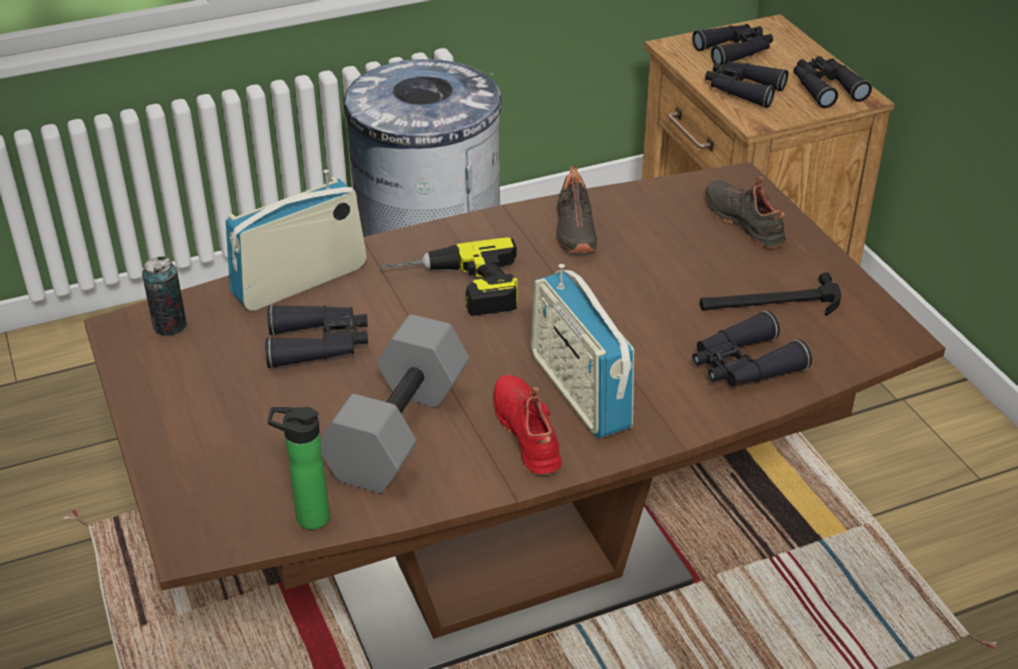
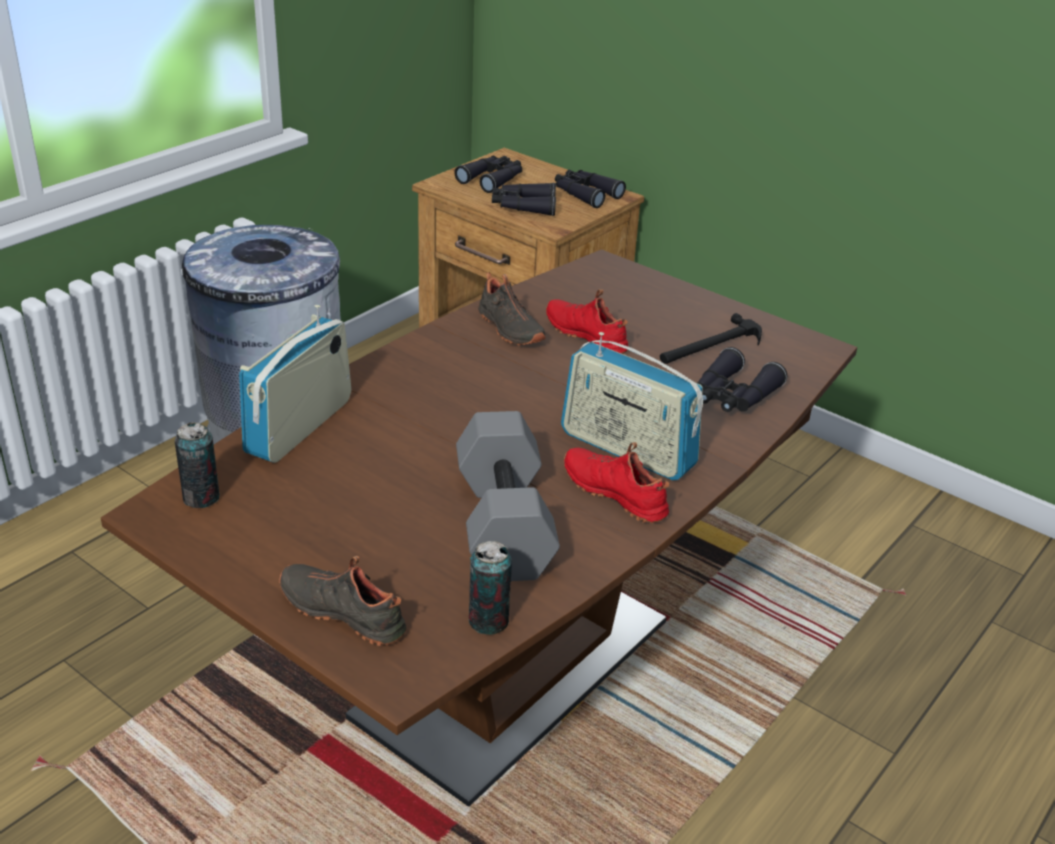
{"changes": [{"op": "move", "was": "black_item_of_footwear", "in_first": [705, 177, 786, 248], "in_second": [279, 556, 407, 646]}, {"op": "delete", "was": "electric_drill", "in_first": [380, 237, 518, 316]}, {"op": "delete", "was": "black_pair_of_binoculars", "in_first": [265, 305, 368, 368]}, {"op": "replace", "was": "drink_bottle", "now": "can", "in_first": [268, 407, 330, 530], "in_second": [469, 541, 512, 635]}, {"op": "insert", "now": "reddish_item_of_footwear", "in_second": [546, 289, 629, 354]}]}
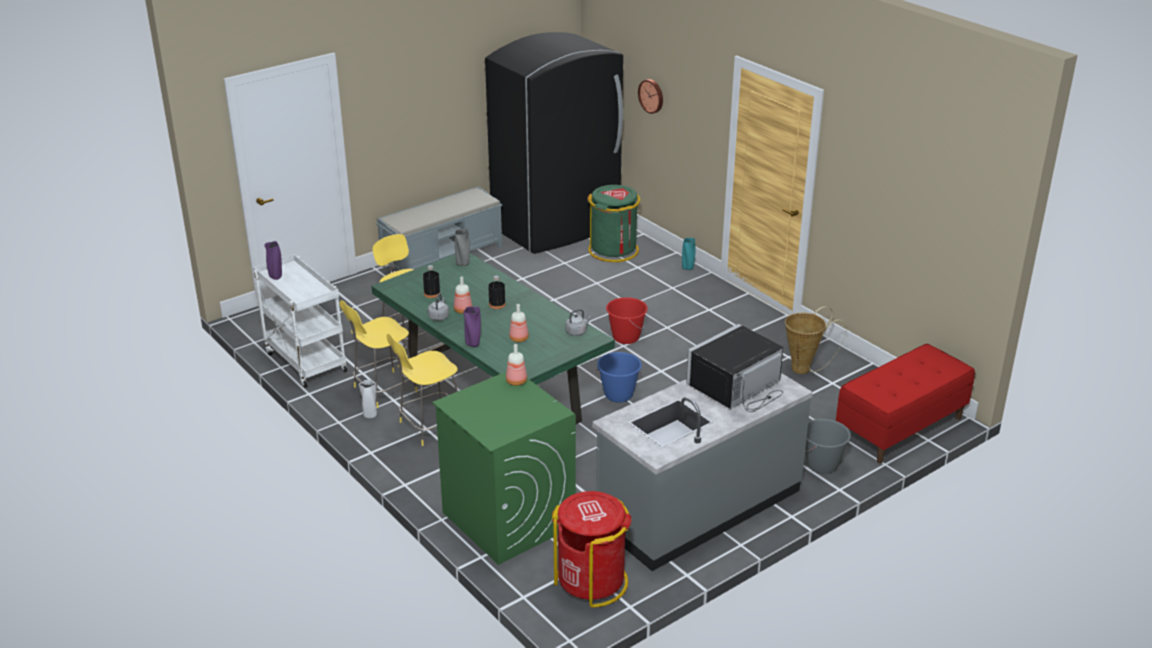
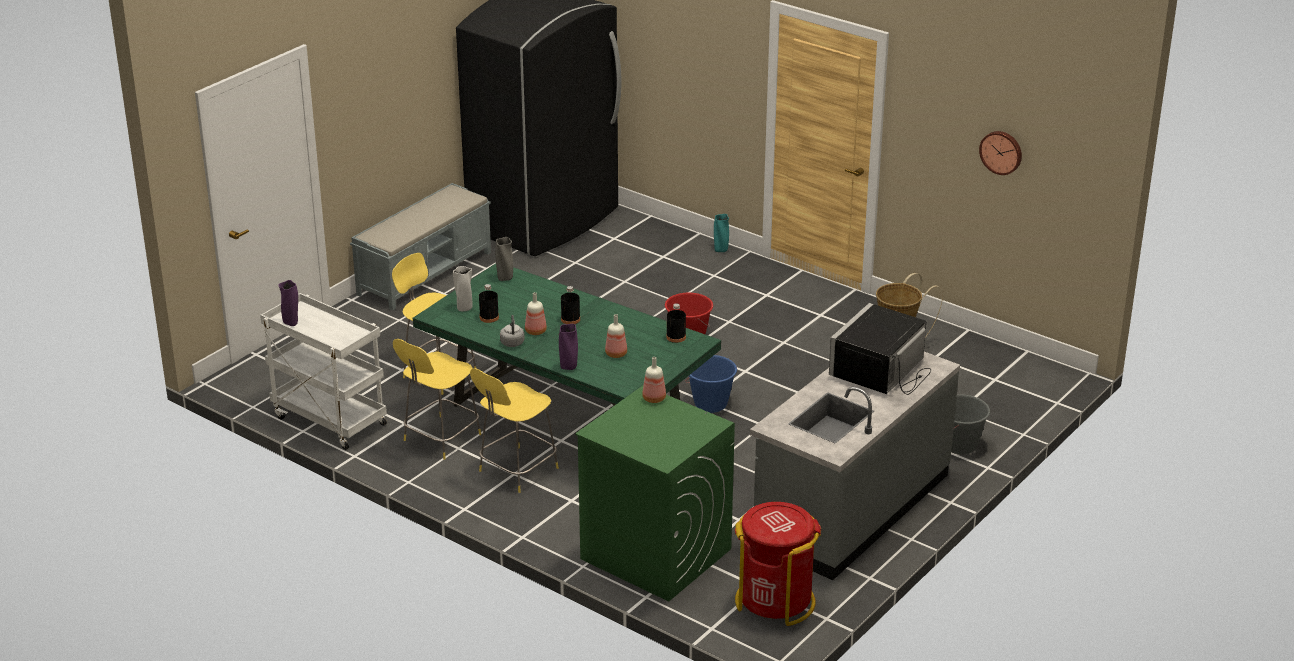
{"changes": [{"op": "move", "was": "clock_on_the_wall", "in_first": [638, 79, 663, 114], "in_second": [979, 131, 1022, 175]}, {"op": "delete", "was": "green_rubbish_bin", "in_first": [587, 185, 640, 262]}, {"op": "replace", "was": "gray_tea_kettle", "now": "black_drink_bottle", "in_first": [565, 309, 591, 336], "in_second": [666, 303, 686, 343]}, {"op": "delete", "was": "reddish_indoor_bench", "in_first": [836, 344, 975, 463]}, {"op": "move", "was": "whitish_flower_vase", "in_first": [359, 379, 377, 418], "in_second": [453, 266, 473, 311]}]}
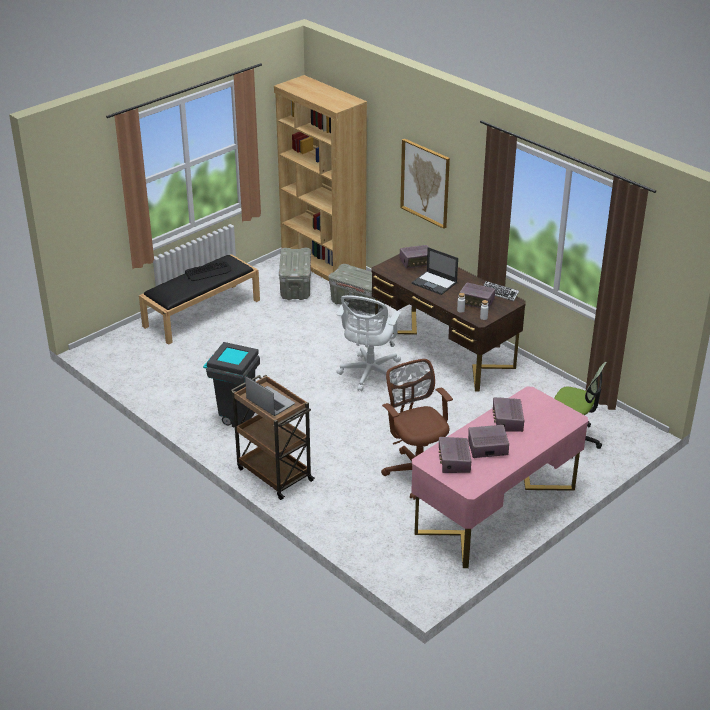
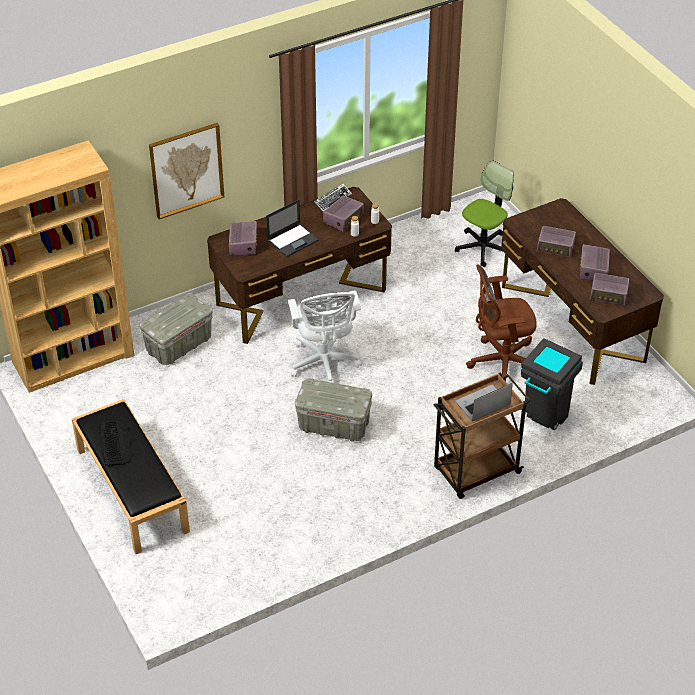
{"changes": [{"op": "move", "was": "gray_storage_bin", "in_first": [279, 248, 311, 300], "in_second": [295, 378, 372, 442]}, {"op": "rotate", "was": "whitish_office_chair", "in_first": [336, 295, 401, 391], "in_second": [288, 291, 362, 383], "clockwise": 45}, {"op": "move", "was": "gray_rubbish_bin", "in_first": [203, 342, 260, 428], "in_second": [521, 338, 583, 430]}, {"op": "recolor", "was": "pink-coloured_desk", "now": "brown-coloured_desk", "in_first": [412, 387, 588, 568], "in_second": [501, 198, 664, 385]}]}
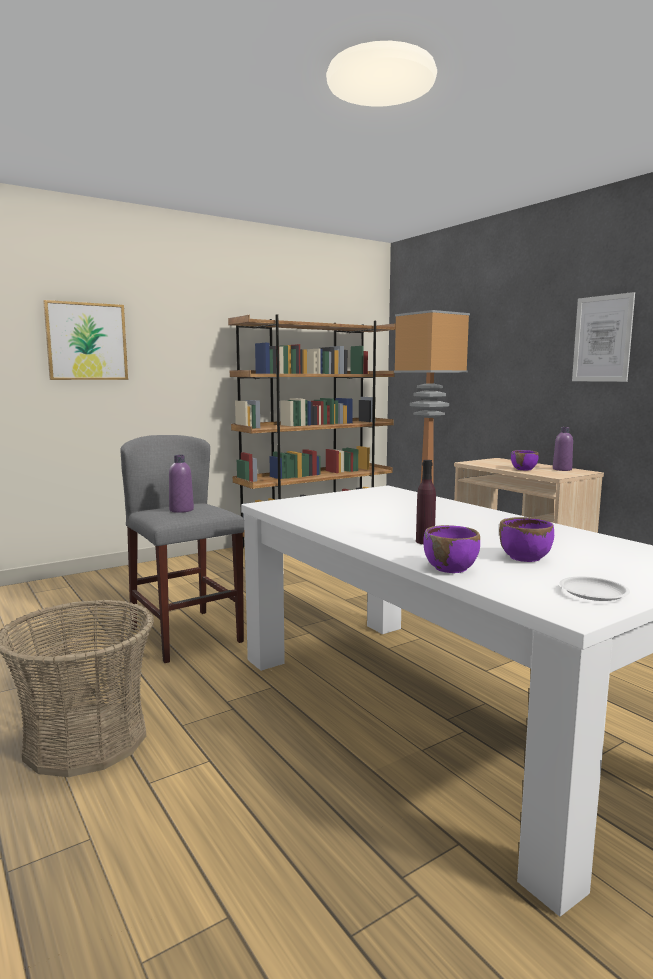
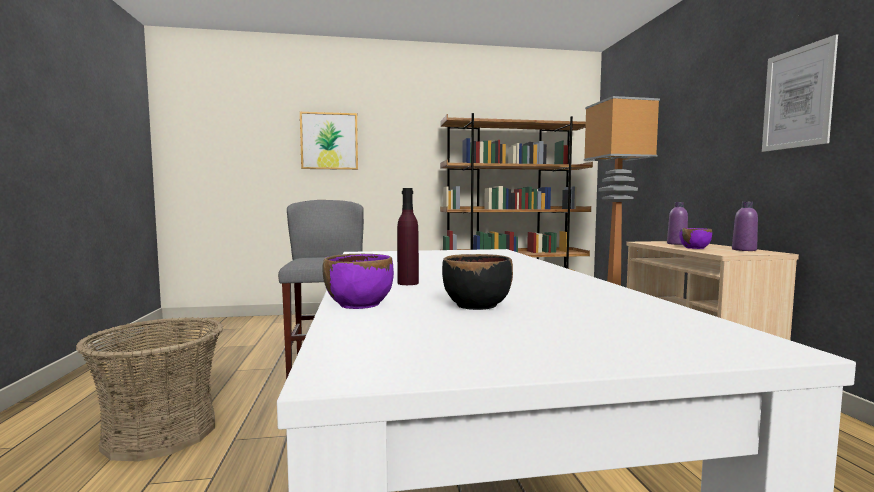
{"changes": [{"op": "move", "was": "purple_drink_bottle", "in_first": [169, 455, 194, 513], "in_second": [667, 202, 688, 245]}, {"op": "recolor", "was": "purple_bowl", "now": "black_bowl", "in_first": [499, 517, 554, 562], "in_second": [442, 254, 513, 310]}, {"op": "delete", "was": "whitish_dinner_plate", "in_first": [560, 577, 630, 601]}]}
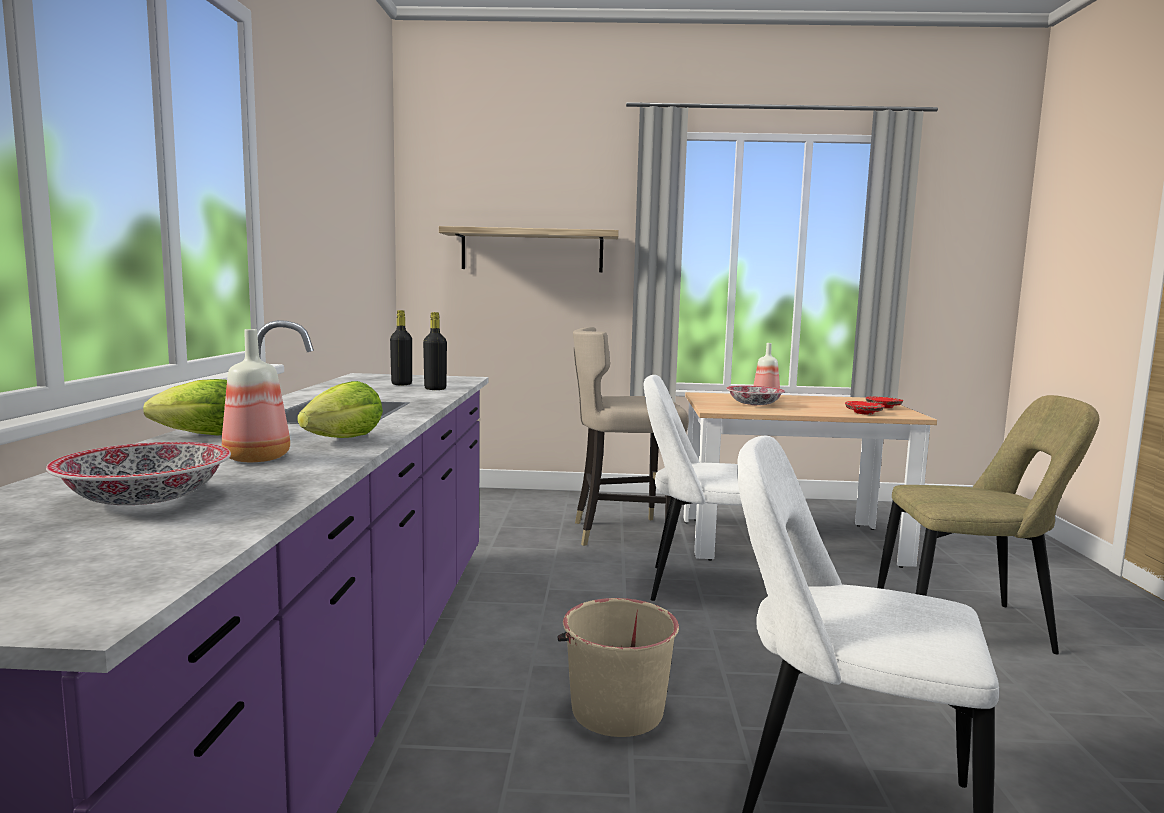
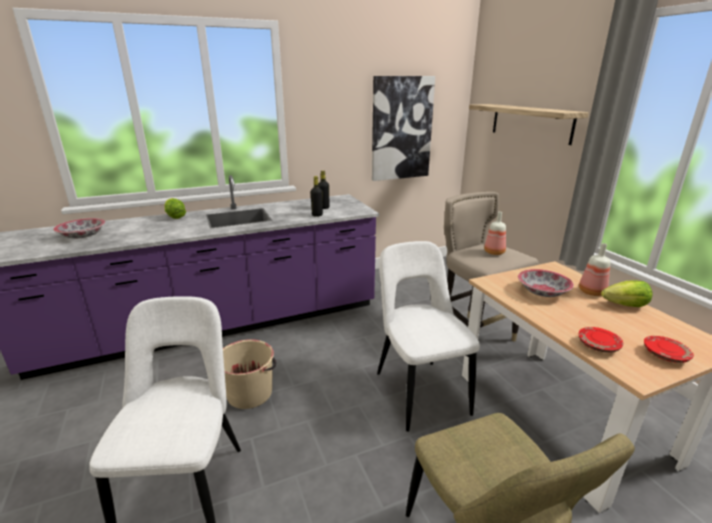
{"changes": [{"op": "move", "was": "drink_bottle", "in_first": [222, 329, 290, 462], "in_second": [484, 212, 506, 255]}, {"op": "move", "was": "lettuce_head", "in_first": [298, 381, 383, 438], "in_second": [601, 280, 652, 307]}, {"op": "insert", "now": "wall_picture", "in_second": [372, 76, 435, 181]}]}
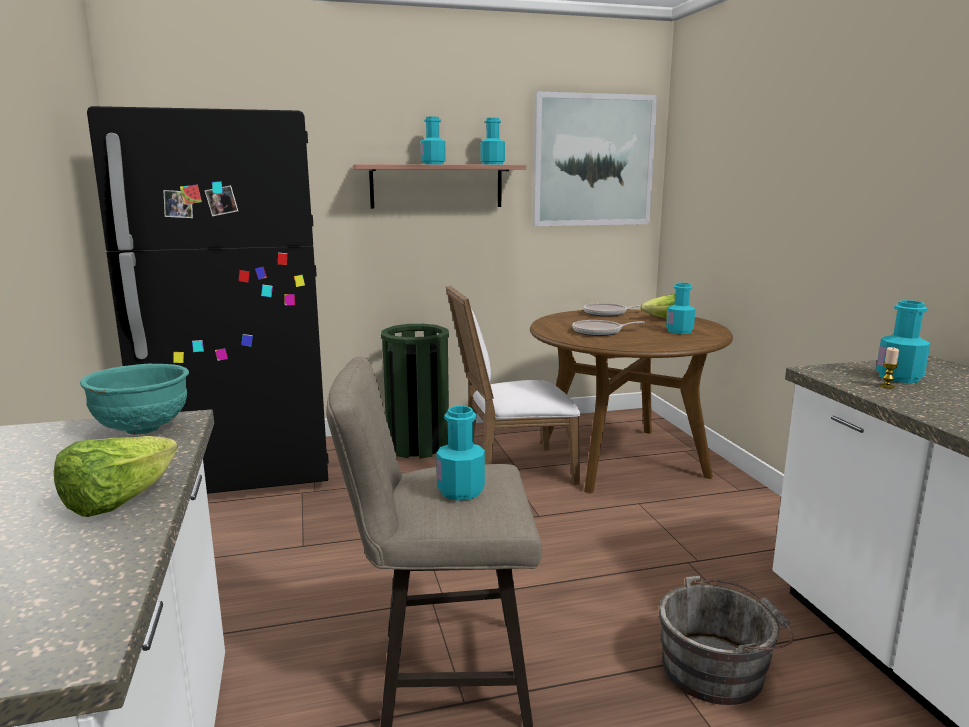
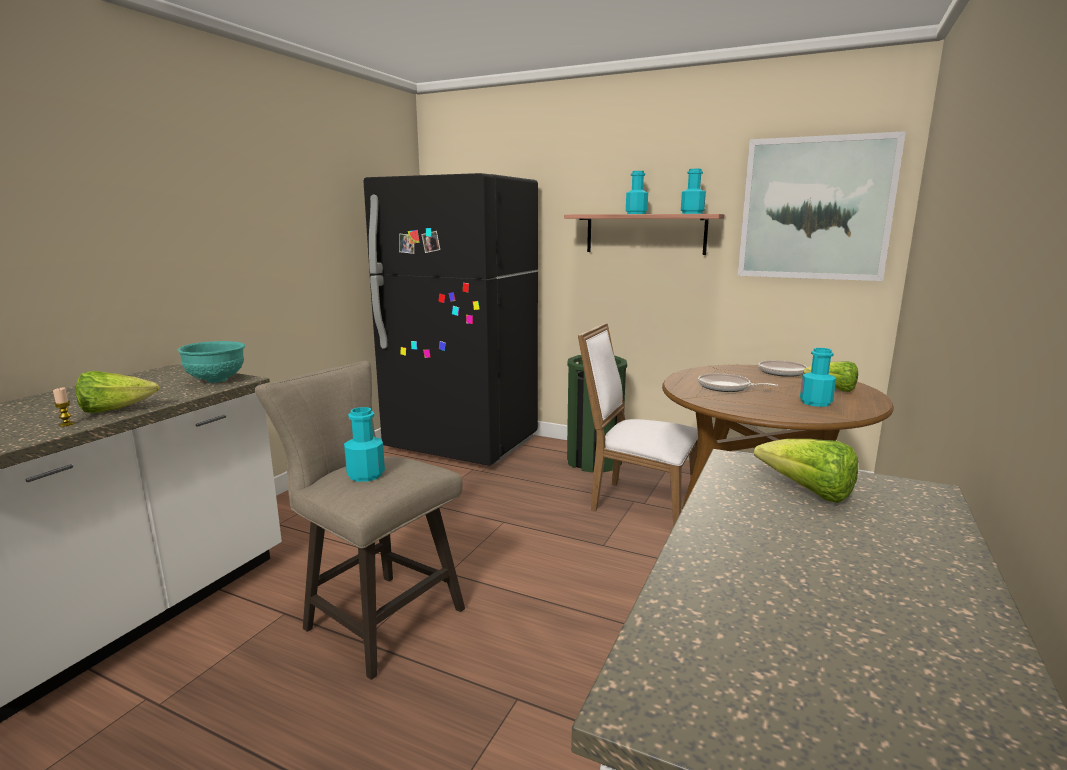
{"changes": [{"op": "replace", "was": "turquoise-coloured_drink_bottle", "now": "lettuce_head", "in_first": [876, 300, 930, 383], "in_second": [754, 439, 858, 503]}, {"op": "move", "was": "wax_candle", "in_first": [880, 347, 899, 389], "in_second": [53, 387, 74, 426]}, {"op": "delete", "was": "gray_bucket", "in_first": [659, 576, 794, 705]}]}
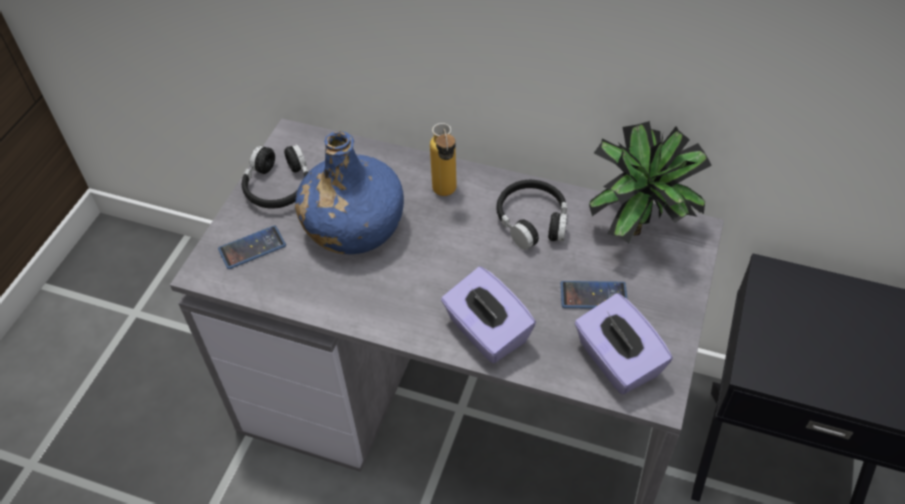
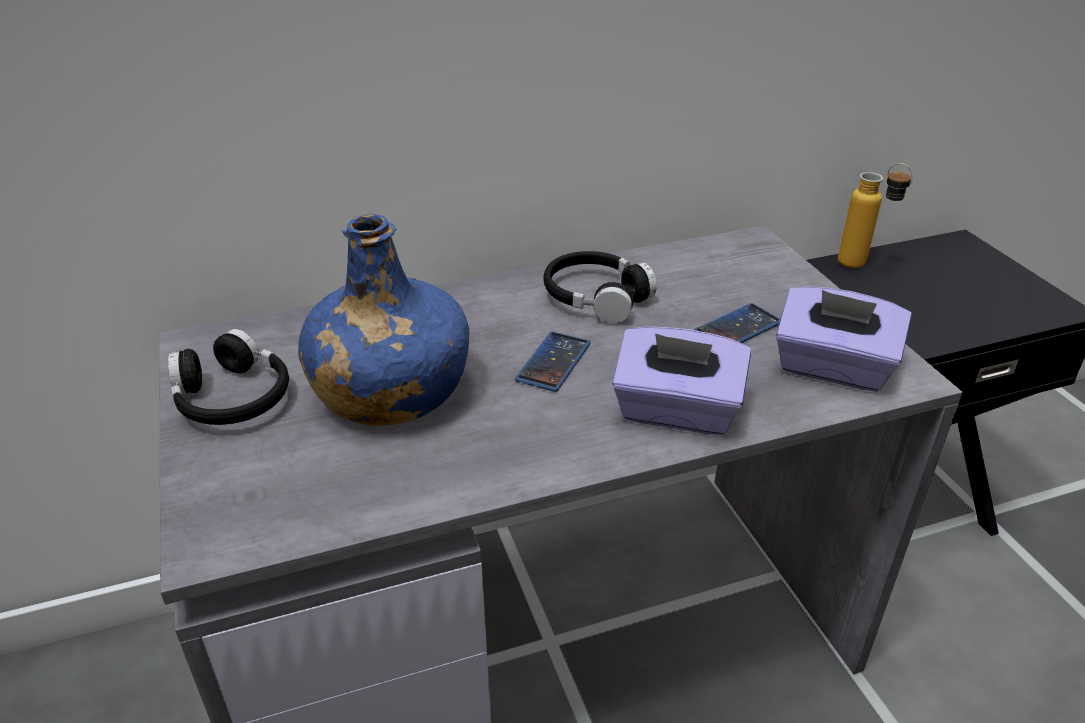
{"changes": [{"op": "delete", "was": "plant_in_a_pot", "in_first": [589, 121, 712, 243]}, {"op": "move", "was": "drink_bottle", "in_first": [430, 123, 457, 196], "in_second": [838, 163, 913, 268]}, {"op": "move", "was": "phone", "in_first": [218, 225, 286, 269], "in_second": [515, 331, 591, 392]}]}
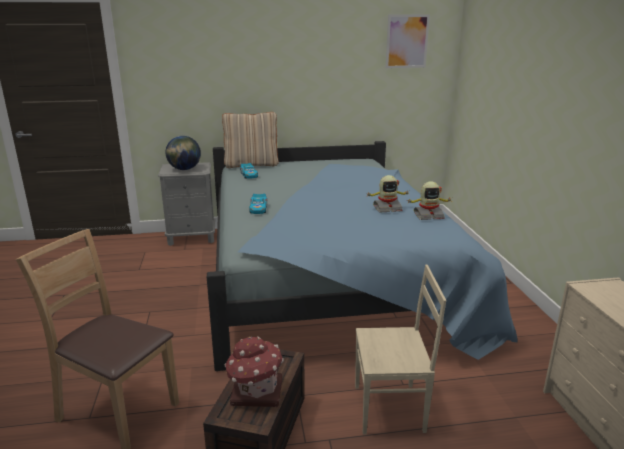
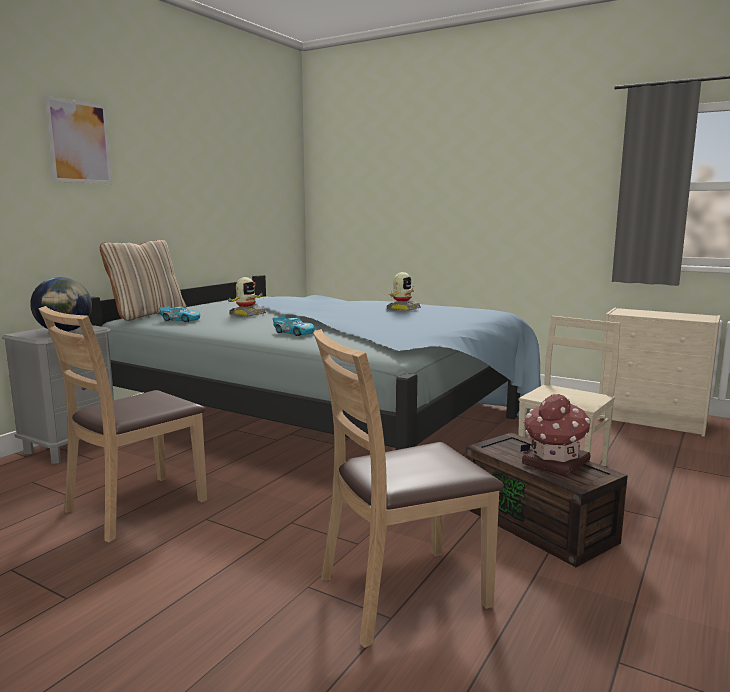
{"changes": [{"op": "move", "was": "wall_picture", "in_first": [386, 15, 430, 68], "in_second": [44, 95, 112, 184]}, {"op": "move", "was": "toy_robot", "in_first": [407, 181, 451, 220], "in_second": [228, 277, 266, 317]}, {"op": "insert", "now": "brown-coloured_chair", "in_second": [39, 306, 207, 542]}]}
